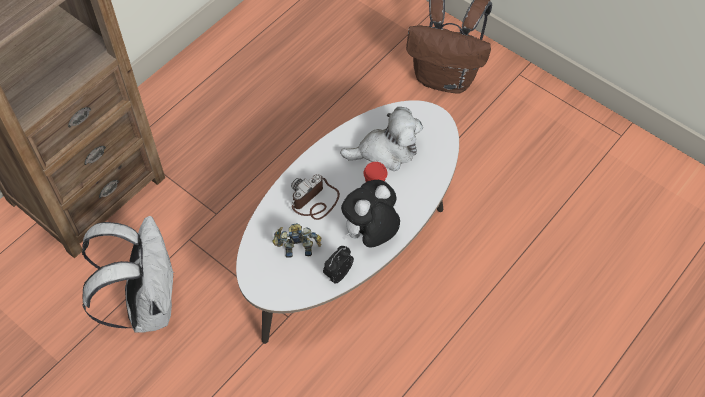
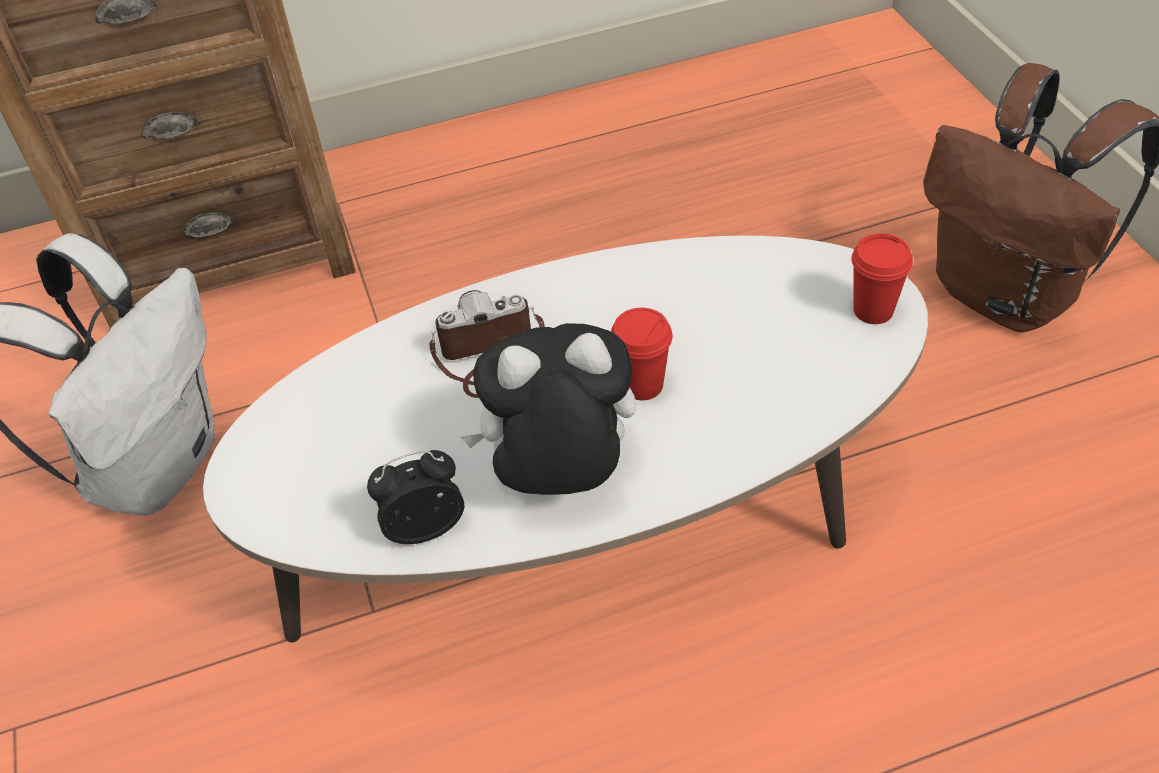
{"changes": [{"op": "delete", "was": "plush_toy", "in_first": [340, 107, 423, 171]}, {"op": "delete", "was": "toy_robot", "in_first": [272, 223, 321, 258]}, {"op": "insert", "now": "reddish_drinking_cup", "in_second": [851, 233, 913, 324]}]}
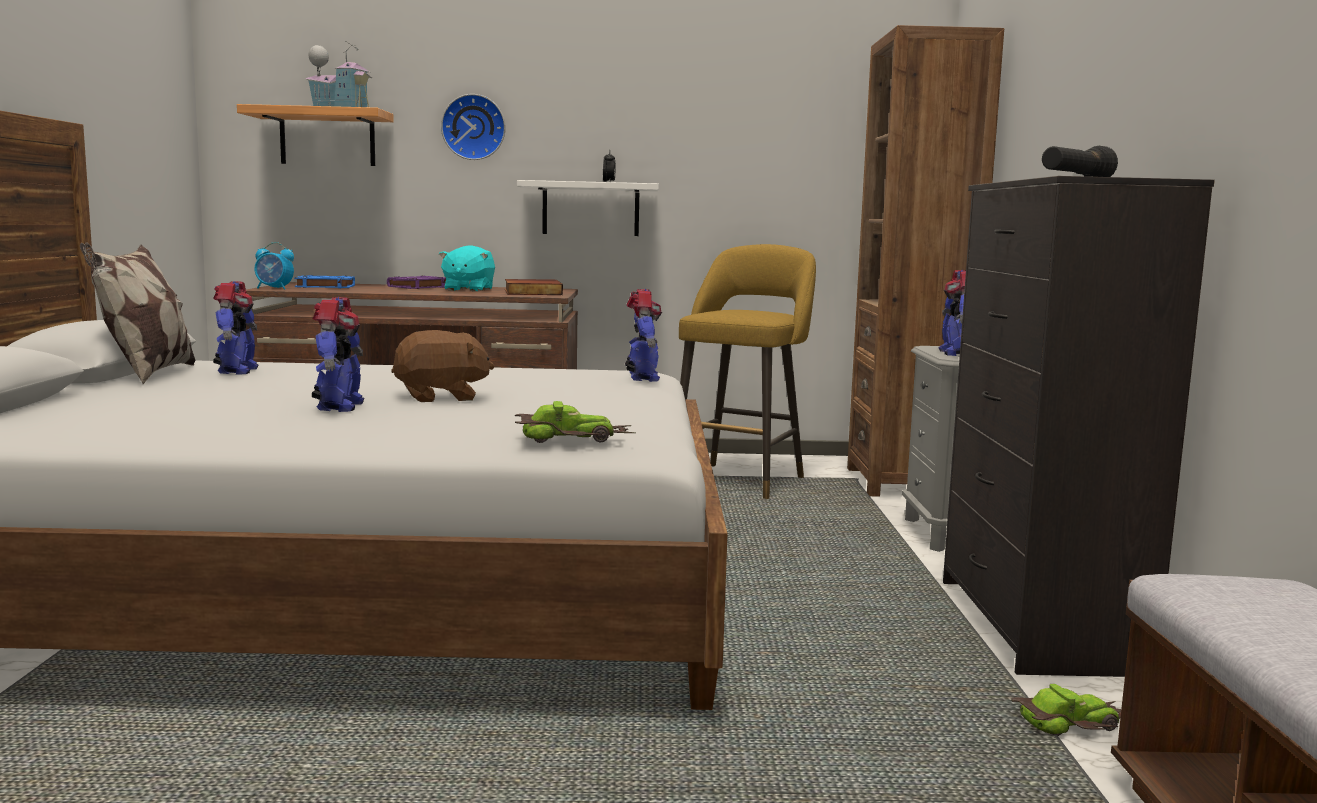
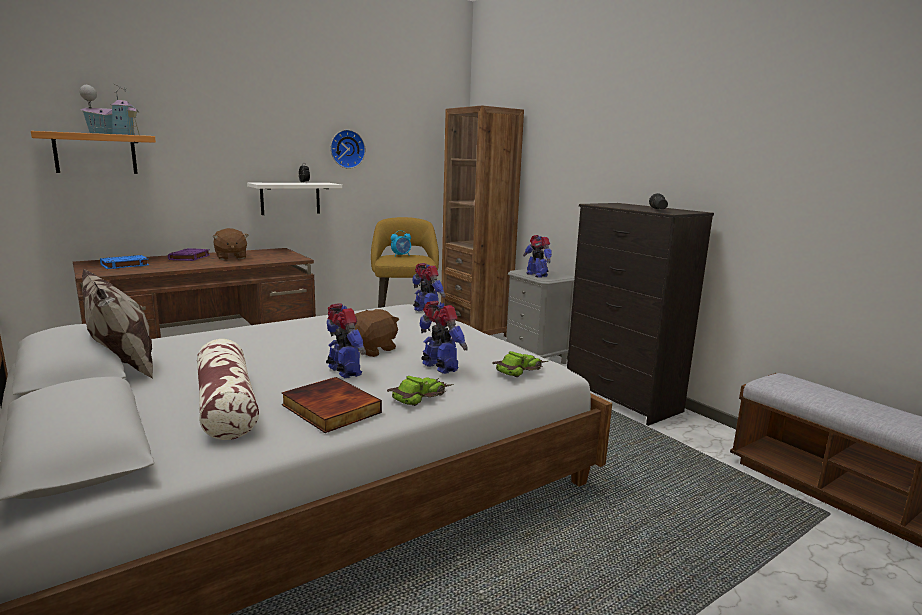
{"changes": [{"op": "move", "was": "clock_on_the_wall", "in_first": [441, 94, 505, 160], "in_second": [330, 130, 366, 169]}, {"op": "move", "was": "alarm_clock", "in_first": [254, 242, 294, 290], "in_second": [391, 230, 411, 256]}, {"op": "recolor", "was": "turquoise-coloured_plush_toy", "now": "brown-coloured_plush_toy", "in_first": [439, 245, 495, 292], "in_second": [213, 228, 249, 260]}, {"op": "move", "was": "volume", "in_first": [505, 279, 563, 295], "in_second": [281, 377, 382, 433]}, {"op": "move", "was": "toy_robot", "in_first": [213, 281, 258, 375], "in_second": [420, 301, 468, 374]}, {"op": "move", "was": "miniature_car", "in_first": [1011, 684, 1121, 736], "in_second": [387, 376, 454, 406]}, {"op": "insert", "now": "pillow", "in_second": [197, 339, 259, 440]}]}
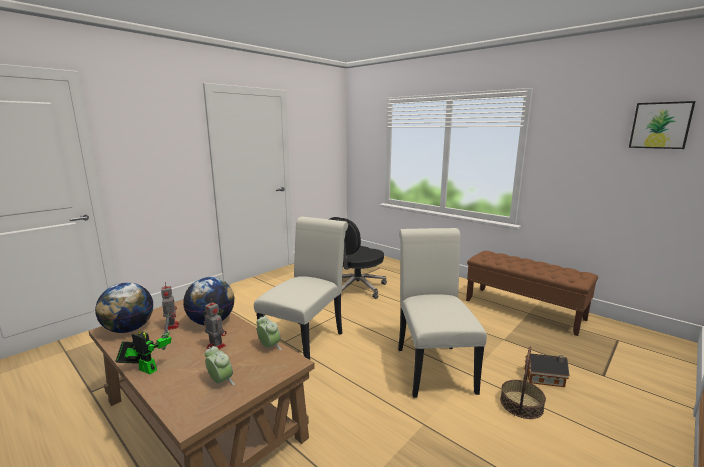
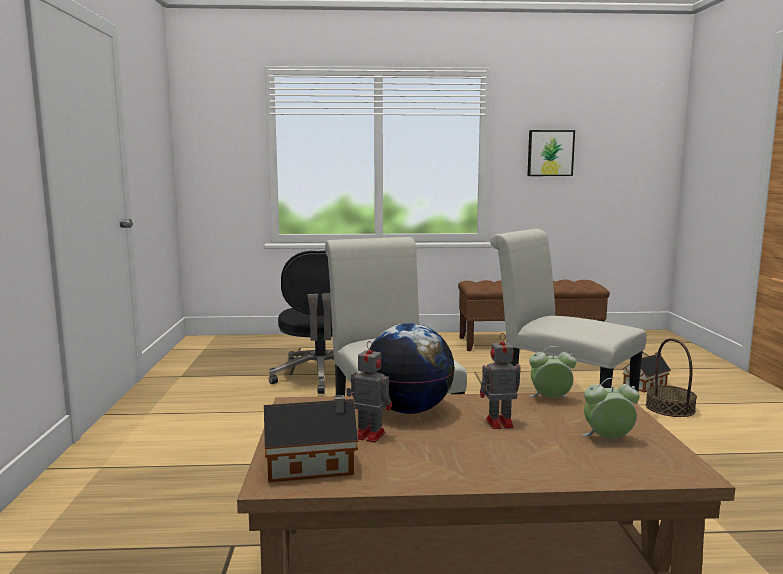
{"changes": [{"op": "move", "was": "wall_picture", "in_first": [629, 101, 696, 149], "in_second": [527, 130, 575, 176]}, {"op": "replace", "was": "world_globe", "now": "toy_house", "in_first": [95, 282, 153, 333], "in_second": [264, 395, 358, 482]}, {"op": "delete", "was": "toy_robot", "in_first": [115, 313, 171, 375]}]}
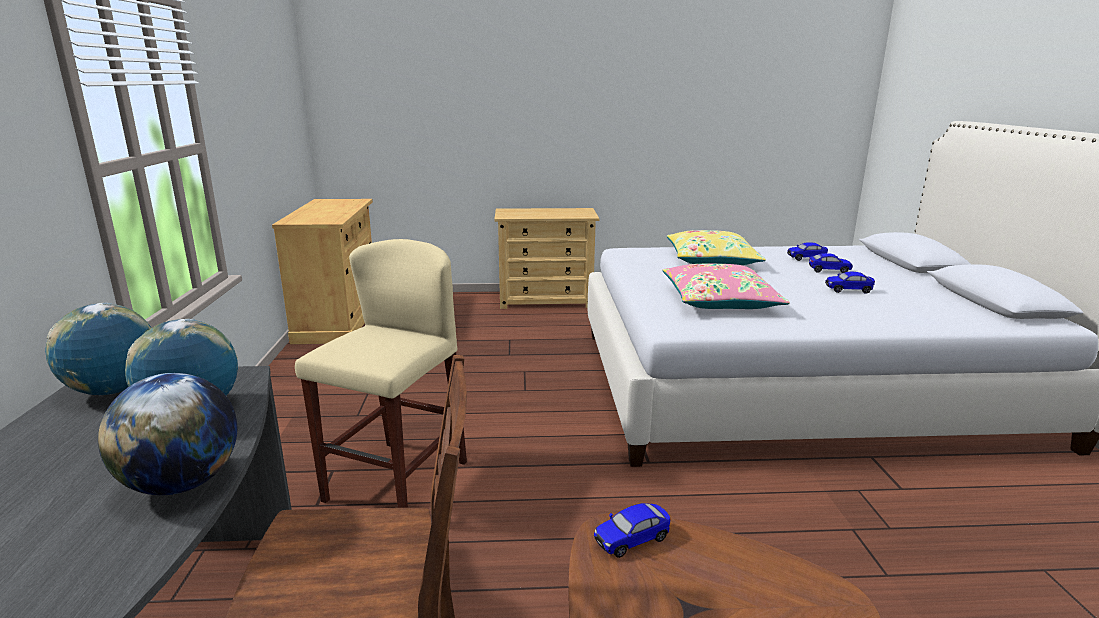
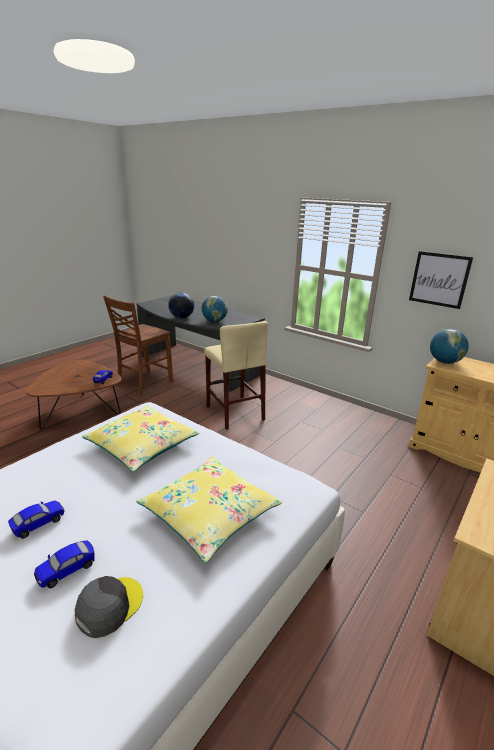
{"changes": [{"op": "replace", "was": "miniature_car", "now": "gray_cap", "in_first": [787, 242, 828, 261], "in_second": [75, 576, 143, 638]}, {"op": "recolor", "was": "pink-coloured_pillow", "now": "yellow_pillow", "in_first": [663, 264, 790, 309], "in_second": [82, 406, 199, 472]}, {"op": "move", "was": "world_globe", "in_first": [45, 303, 151, 395], "in_second": [430, 329, 469, 364]}, {"op": "insert", "now": "wall_picture", "in_second": [409, 251, 473, 309]}]}
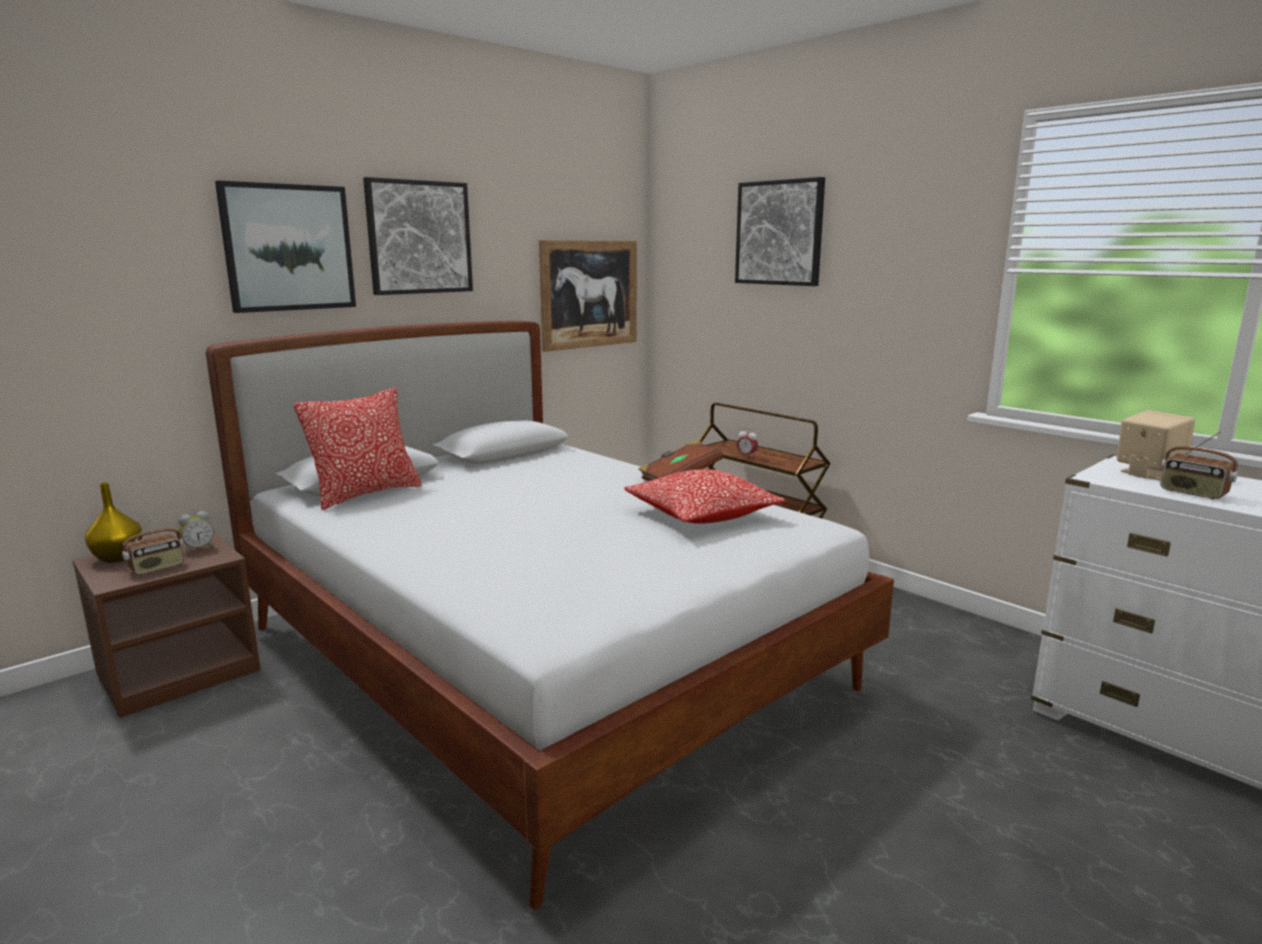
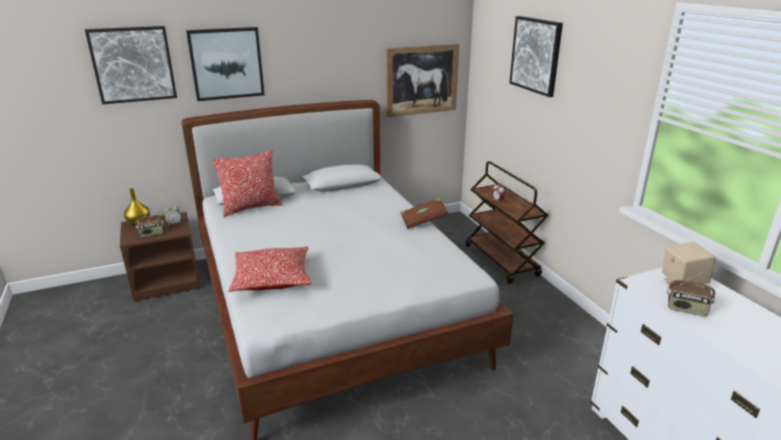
{"changes": [{"op": "move", "was": "wall_picture", "in_first": [363, 177, 473, 295], "in_second": [85, 26, 177, 104]}, {"op": "rotate", "was": "radio", "in_first": [1161, 431, 1238, 499], "in_second": [667, 271, 715, 316], "clockwise": -45}, {"op": "move", "was": "pillow", "in_first": [624, 469, 785, 524], "in_second": [228, 246, 311, 292]}]}
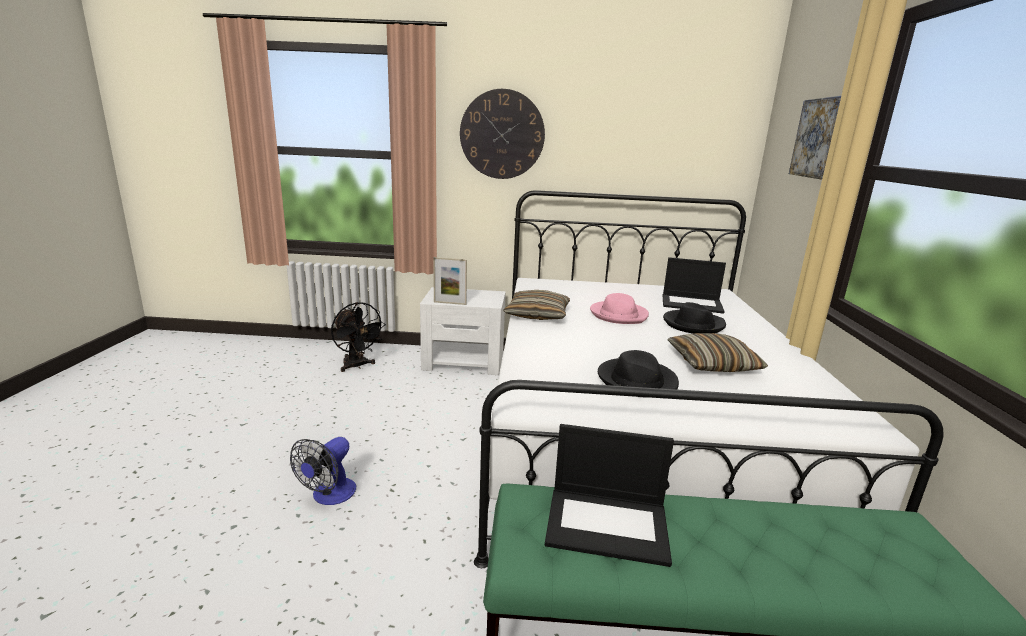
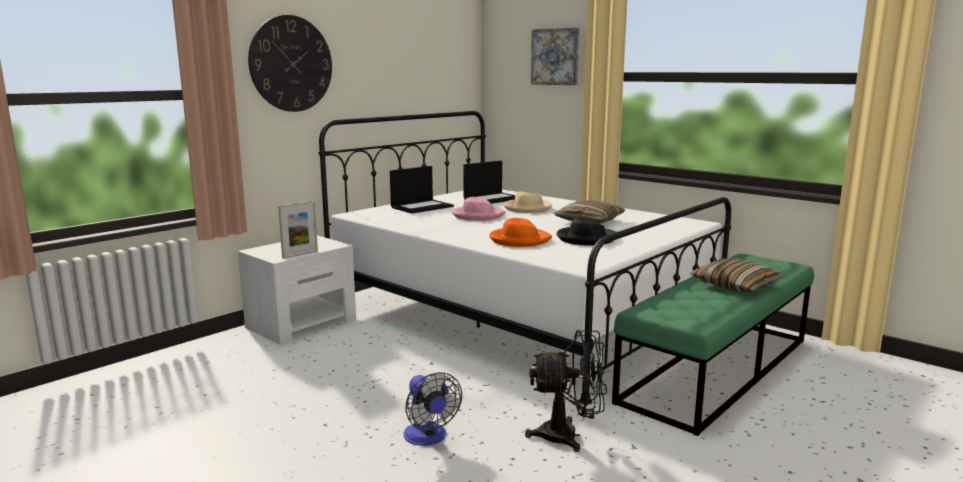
{"changes": [{"op": "move", "was": "pillow", "in_first": [503, 290, 570, 320], "in_second": [690, 258, 784, 292]}, {"op": "move", "was": "black_cooling_fan", "in_first": [331, 302, 386, 372], "in_second": [525, 330, 607, 452]}, {"op": "recolor", "was": "black_wearable_hat", "now": "sand-coloured_wearable_hat", "in_first": [663, 302, 726, 334], "in_second": [503, 192, 552, 213]}, {"op": "move", "was": "notebook_computer", "in_first": [545, 424, 674, 567], "in_second": [390, 166, 454, 214]}, {"op": "insert", "now": "orange-coloured_wearable_hat", "in_second": [489, 218, 552, 247]}]}
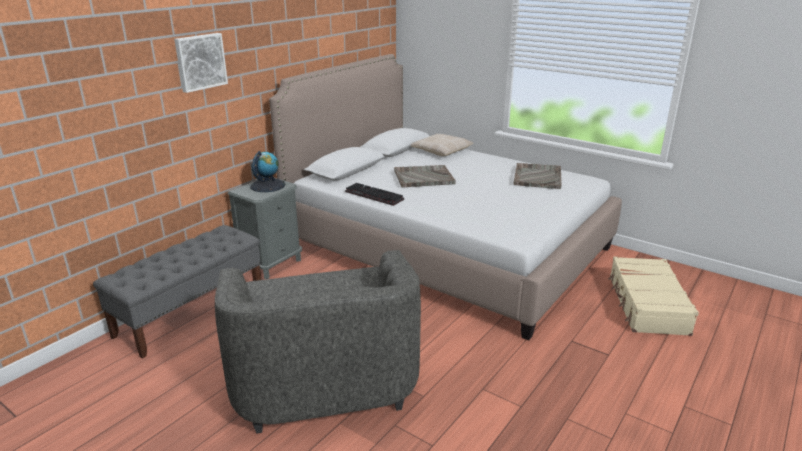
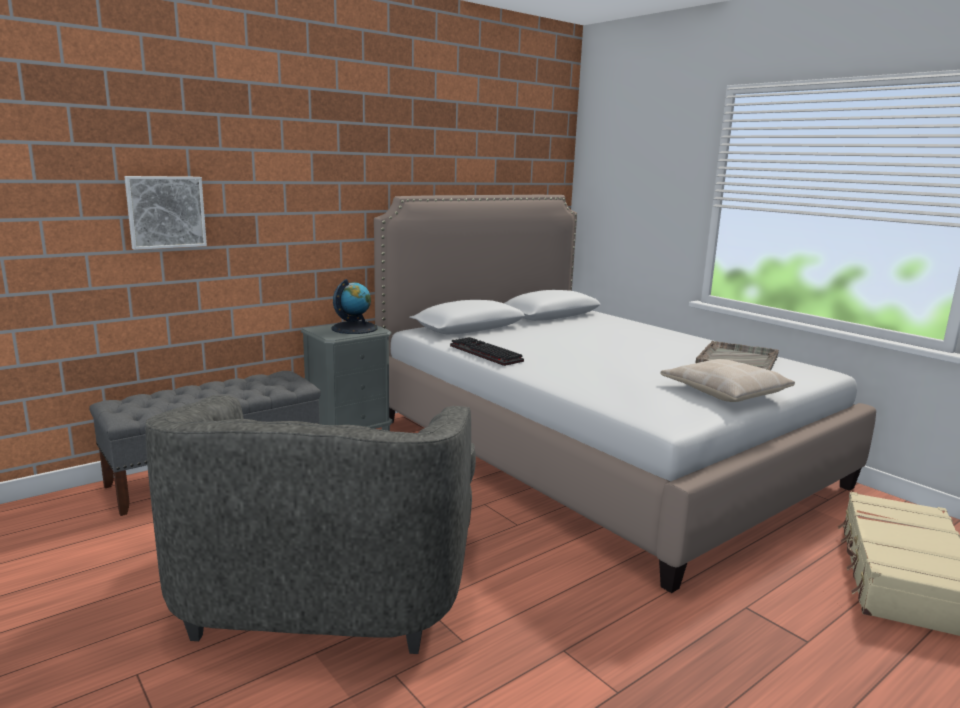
{"changes": [{"op": "move", "was": "wall_picture", "in_first": [174, 33, 228, 93], "in_second": [124, 176, 207, 250]}, {"op": "move", "was": "sand-coloured_pillow", "in_first": [411, 134, 473, 156], "in_second": [661, 359, 795, 402]}, {"op": "delete", "was": "gray_serving_tray", "in_first": [394, 165, 456, 188]}]}
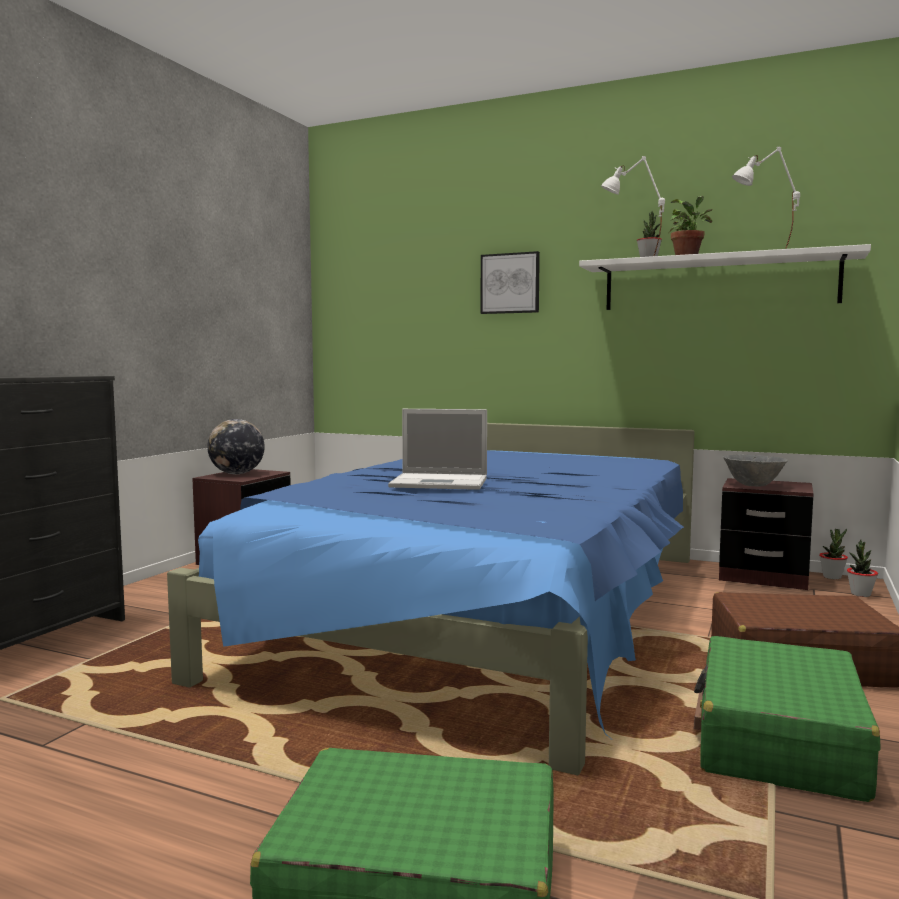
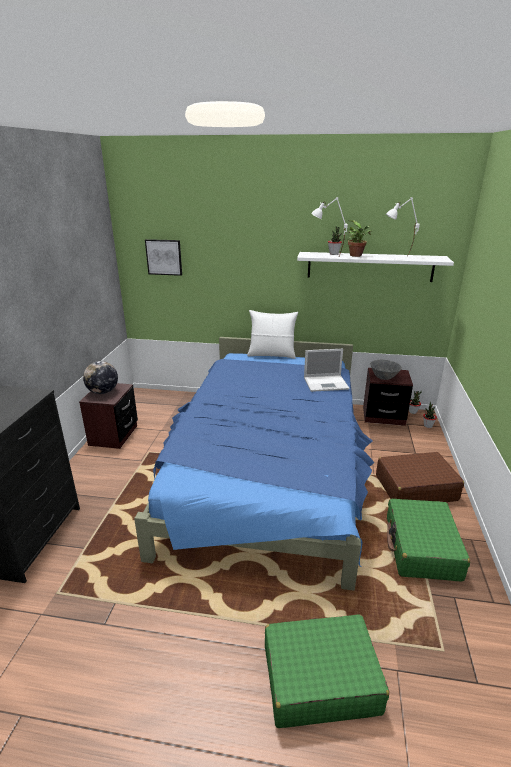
{"changes": [{"op": "move", "was": "wall_picture", "in_first": [480, 251, 540, 314], "in_second": [145, 239, 182, 276]}, {"op": "move", "was": "notebook_computer", "in_first": [388, 409, 487, 490], "in_second": [304, 349, 349, 392]}, {"op": "insert", "now": "whitish_pillow", "in_second": [247, 310, 298, 359]}]}
